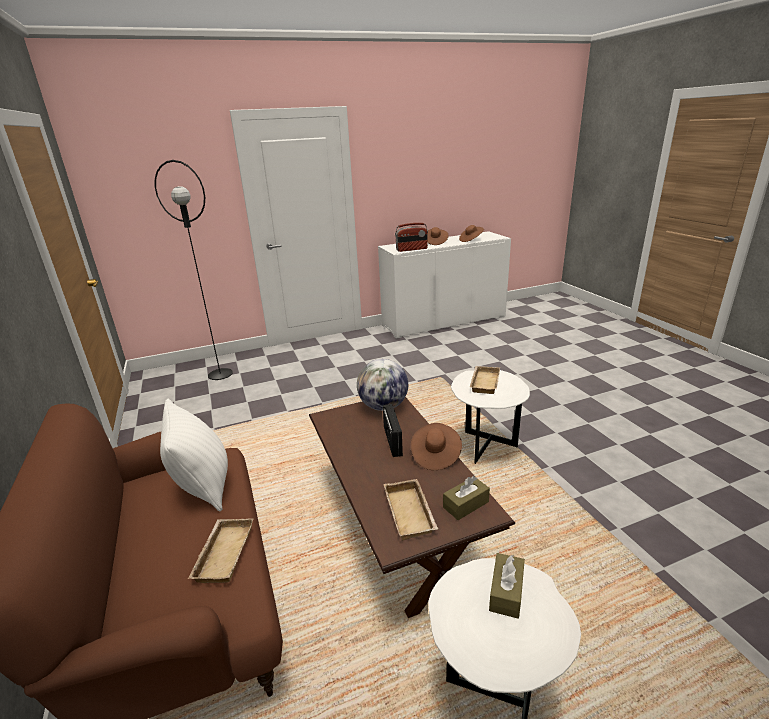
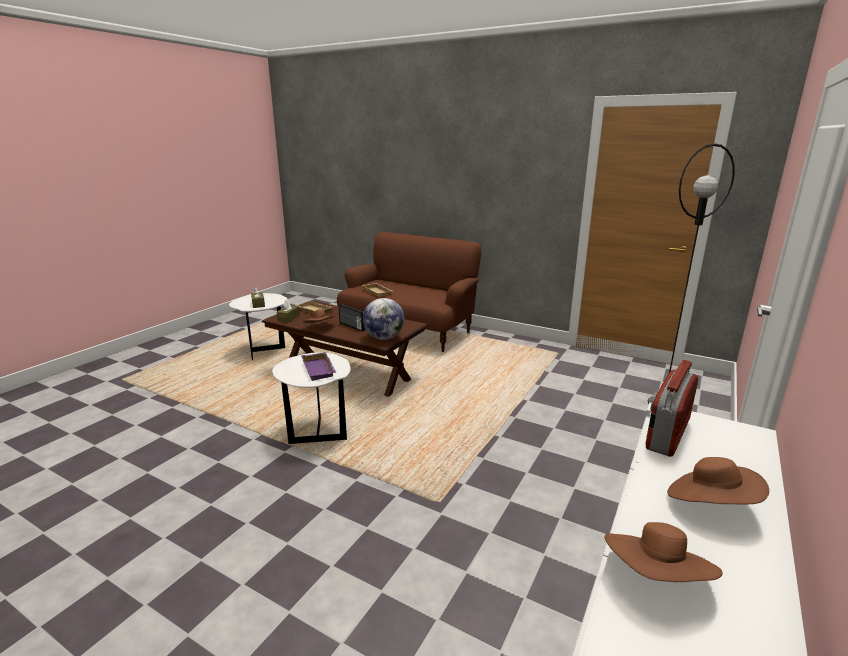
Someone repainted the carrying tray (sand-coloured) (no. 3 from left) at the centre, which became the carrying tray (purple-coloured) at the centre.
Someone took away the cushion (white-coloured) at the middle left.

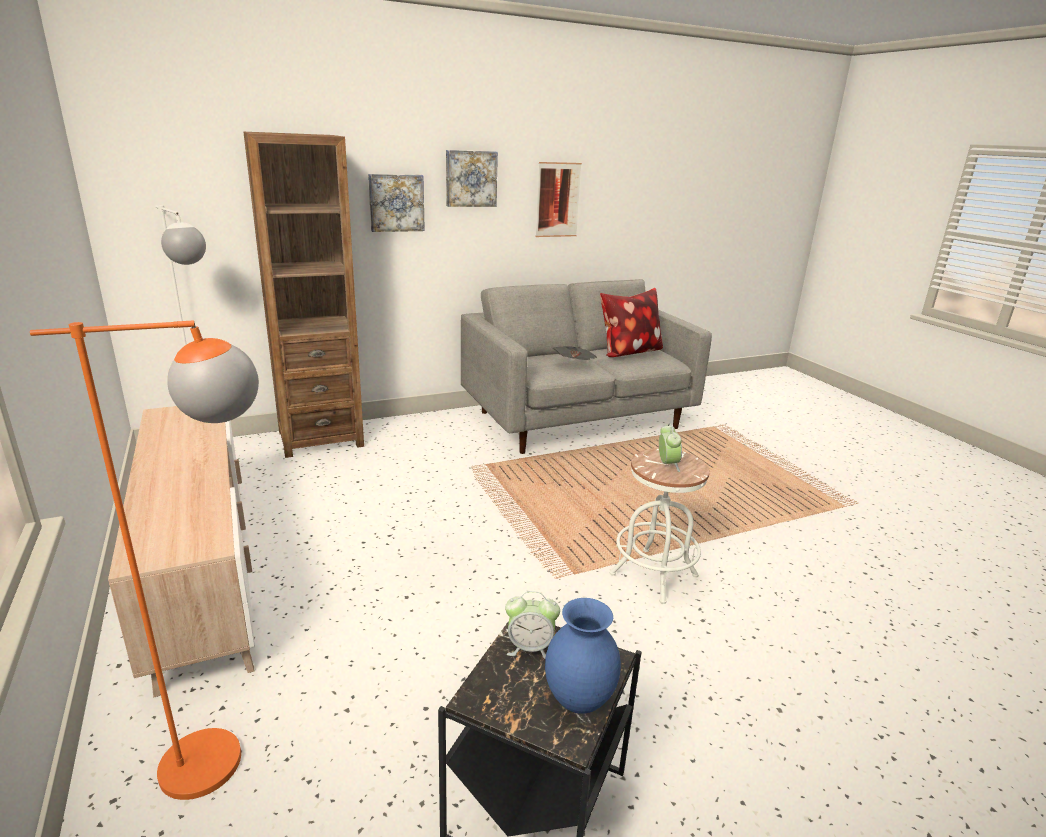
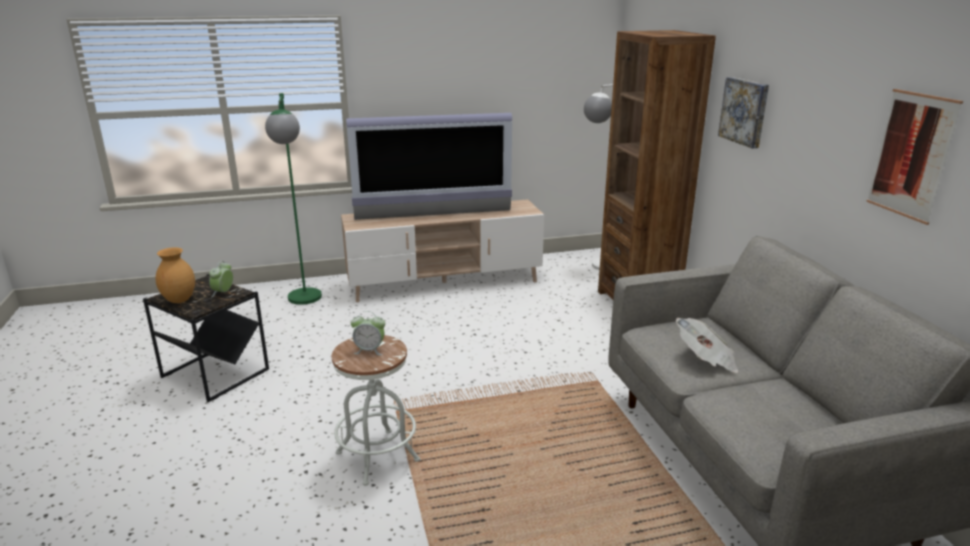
Someone repainted the flower vase (blue) at the bottom centre, which became the flower vase (brown-coloured) at the middle left.
Someone repainted the floor lamp (orange-coloured) at the bottom left, which became the floor lamp (green) at the middle left.
Someone put down the TV set at the top centre.
Someone took away the wall art (no. 2 from left) at the top centre.
Someone took away the cushion at the centre.

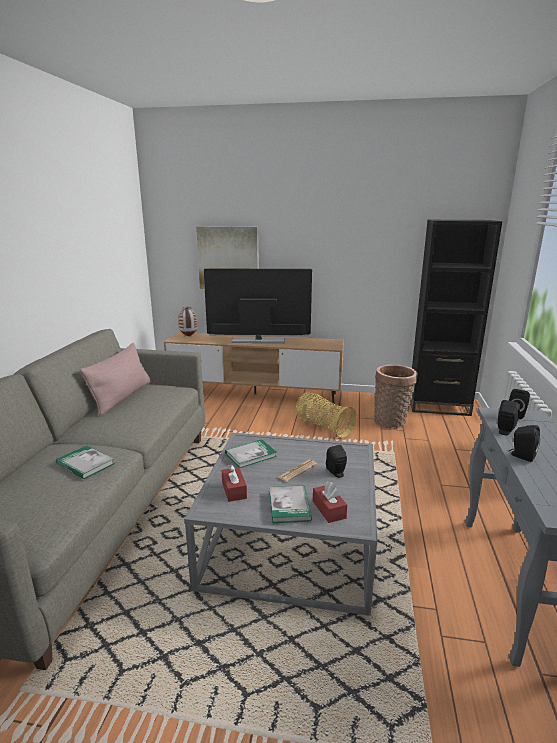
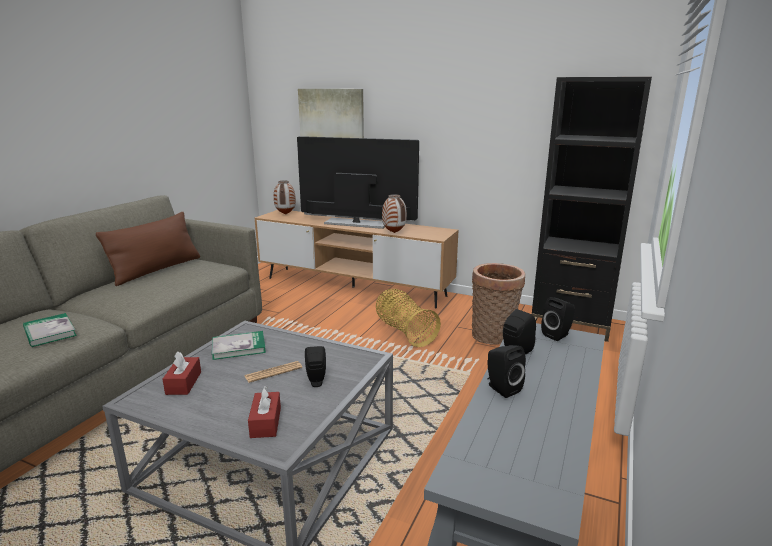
Someone repainted the cushion (pink) at the middle left, which became the cushion (brown-coloured) at the middle left.
Someone put down the flower vase (no. 2 from left) at the centre.
Someone took away the volume (no. 3 from left) at the bottom centre.

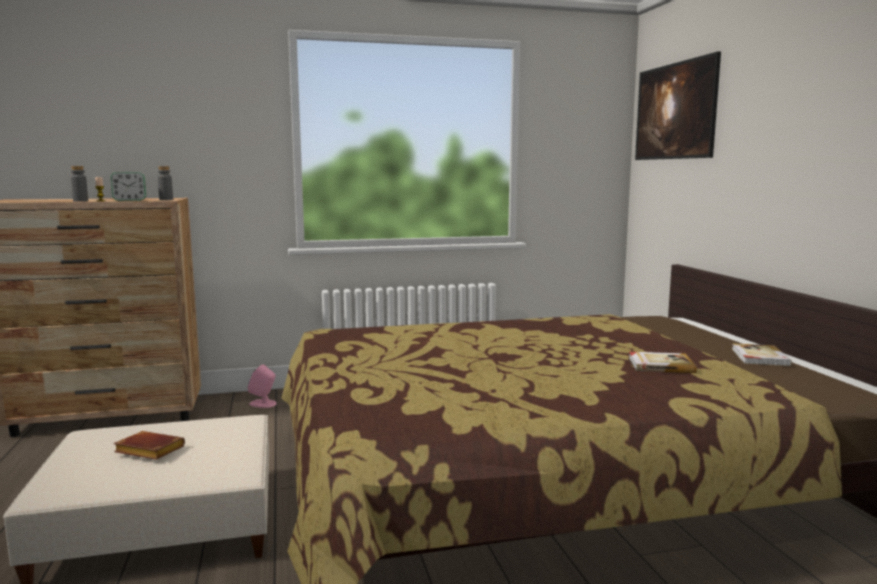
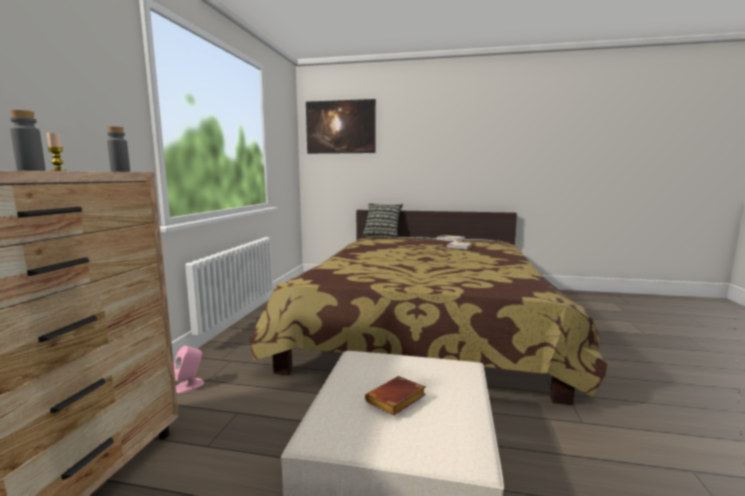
Someone put down the cushion at the centre.
Someone took away the bedside clock at the top left.

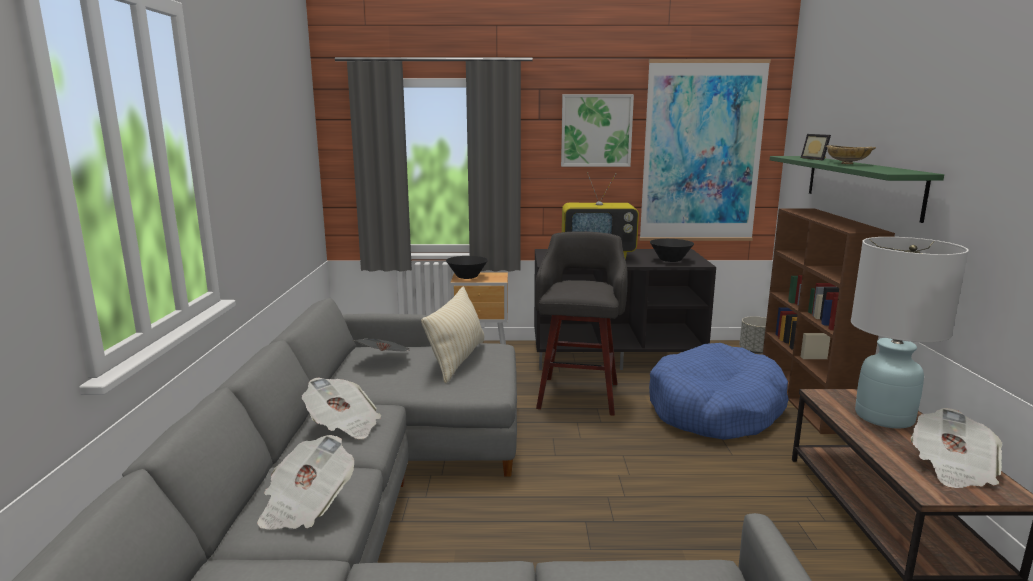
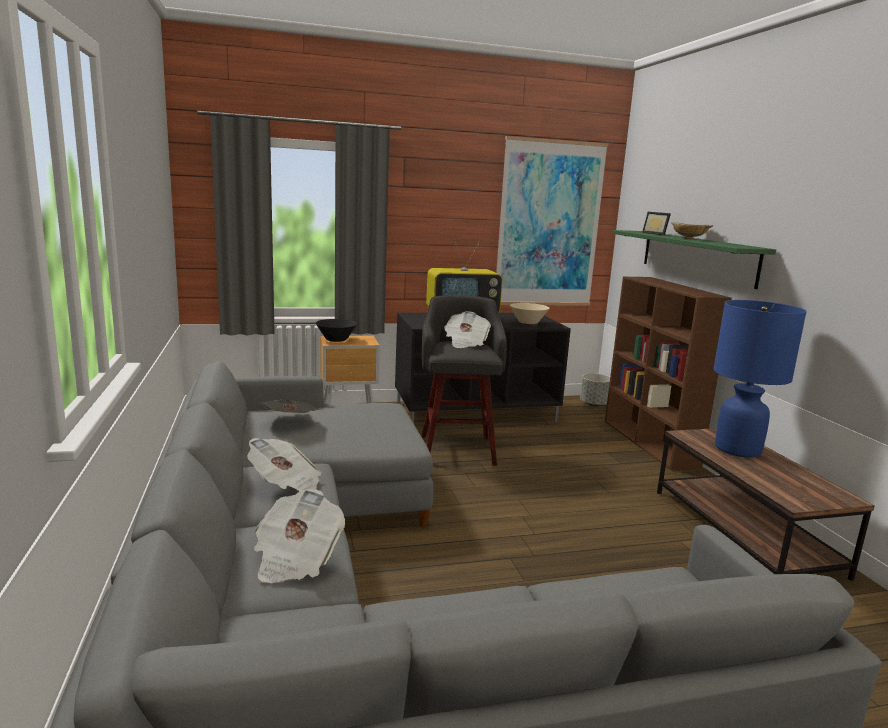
Someone carried the printed paper (no. 4 from left) from the bottom right to the centre.
Someone repainted the serving bowl (black-coloured) (no. 2 from left) at the centre, which became the serving bowl (sand-coloured) (no. 1 from left) at the centre.
Someone repainted the table lamp (white-coloured) at the middle right, which became the table lamp (blue) at the middle right.
Someone took away the cushion (sand-coloured) at the centre.
Someone took away the wall art (no. 1 from left) at the top centre.
Someone took away the pet bed (blue) at the bottom right.

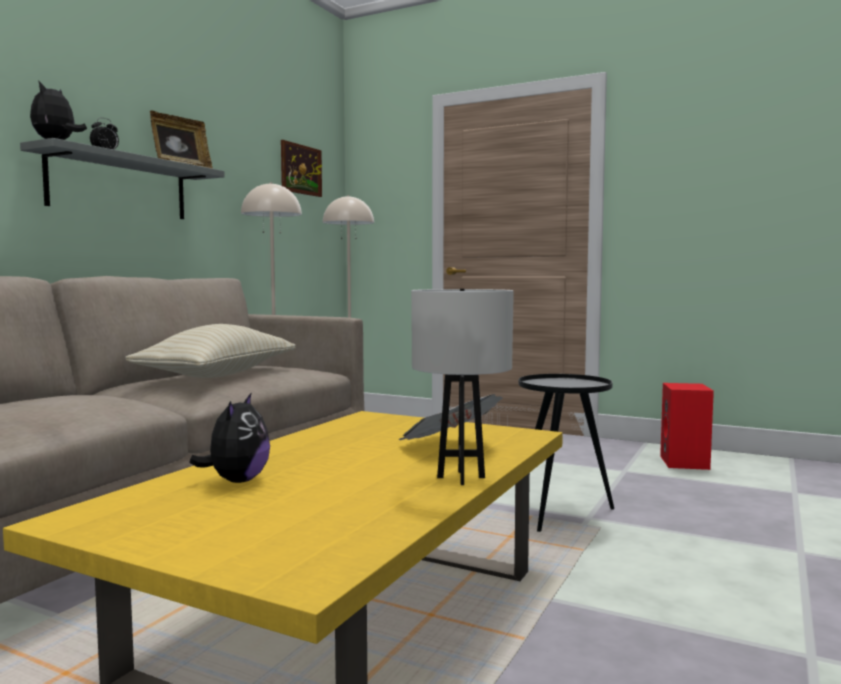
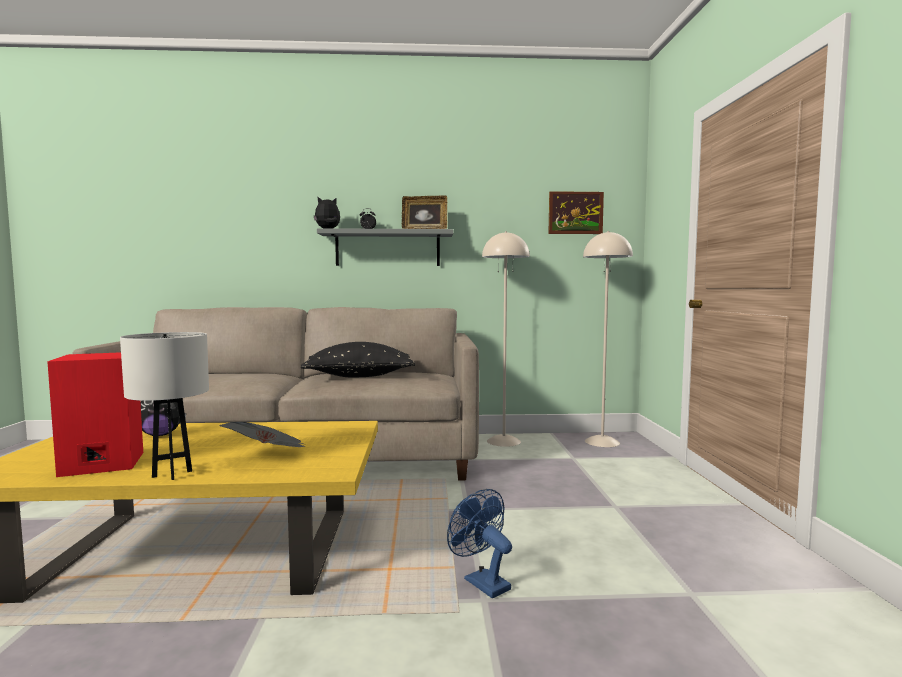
Someone carried the loudspeaker (red) from the middle right to the middle left.
Someone repainted the cushion (sand-coloured) at the middle left, which became the cushion (black-coloured) at the centre.
Someone swapped the side table (black-coloured) at the middle right for the cooling fan (blue) at the bottom centre.

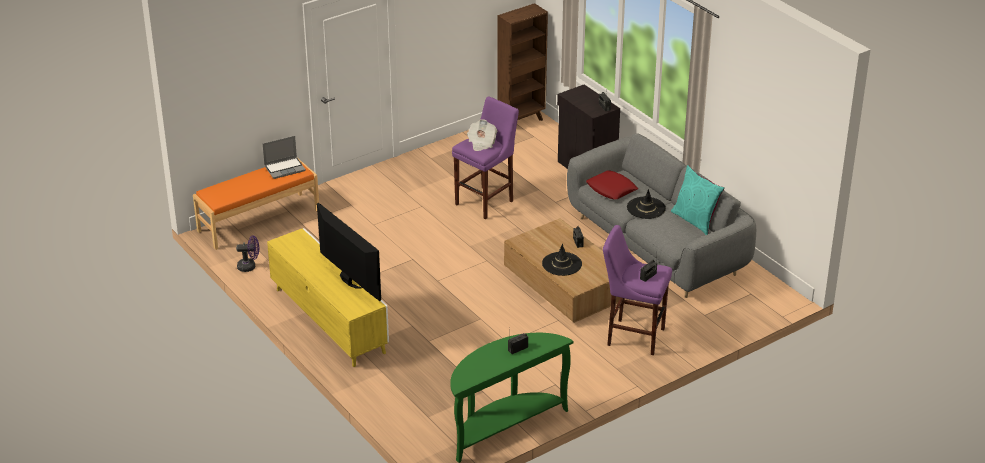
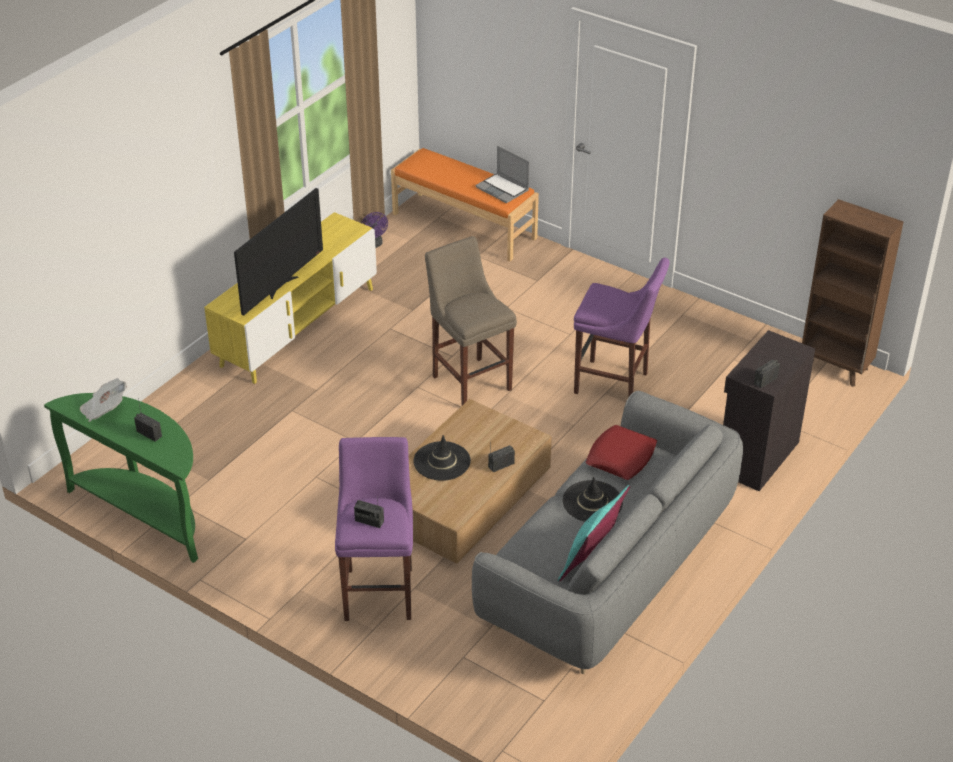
Someone carried the printed paper from the top centre to the middle left.
Someone put down the sitting stool (sand-coloured) at the centre.

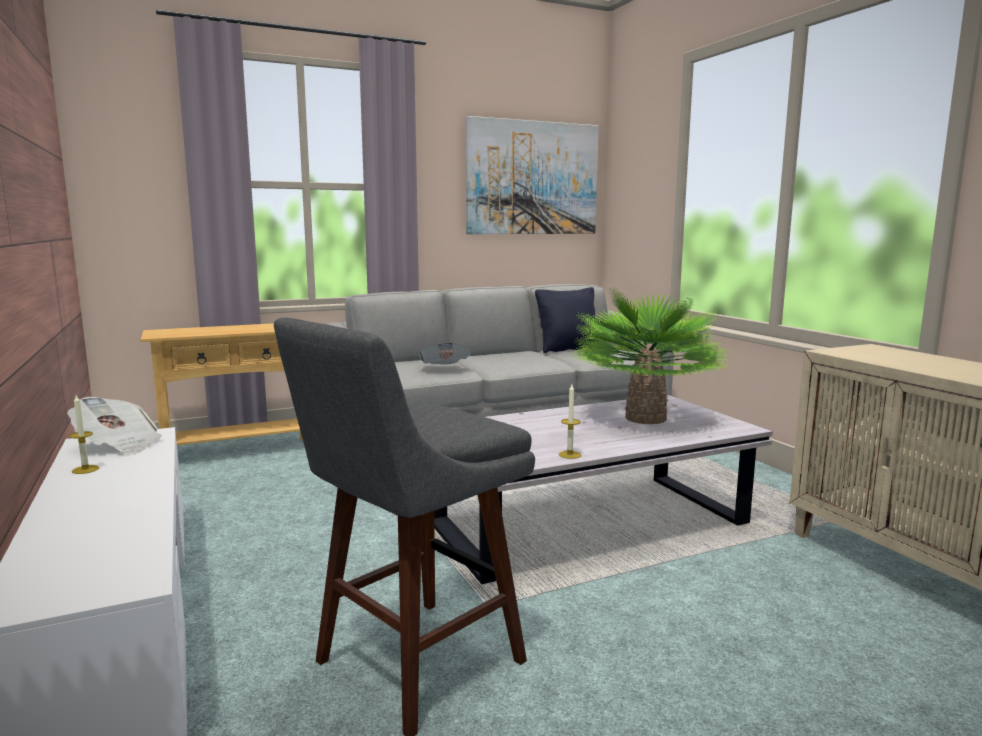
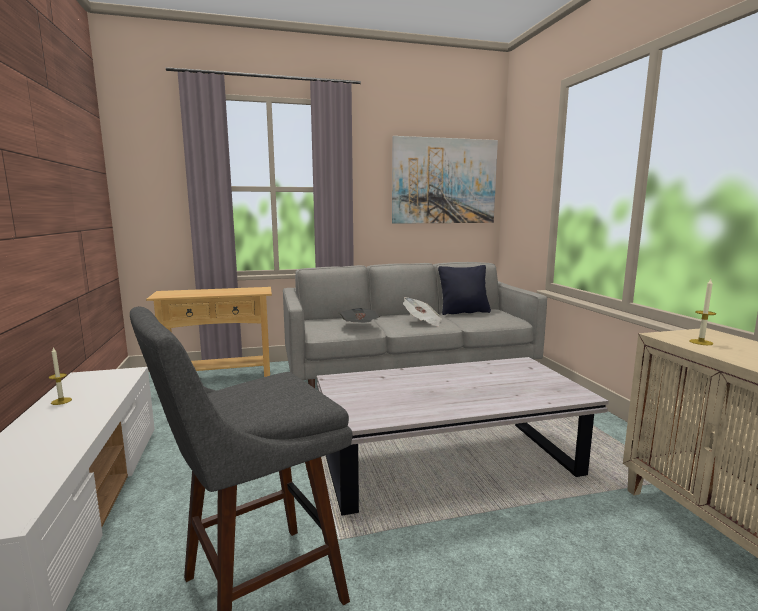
Someone carried the printed paper (no. 1 from left in the first image) from the middle left to the centre.
Someone carried the candle (no. 2 from left) from the centre to the middle right.
Someone took away the plant in a pot at the centre.

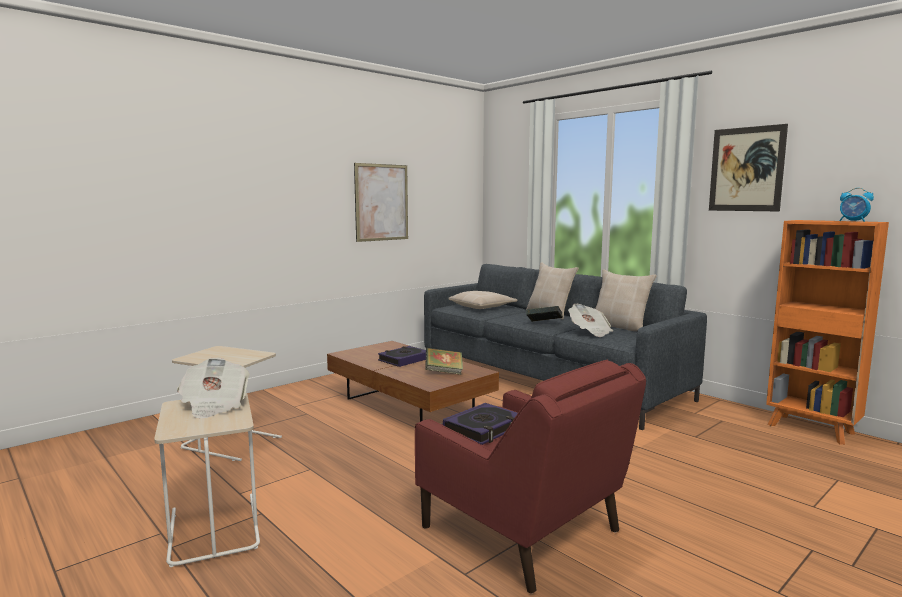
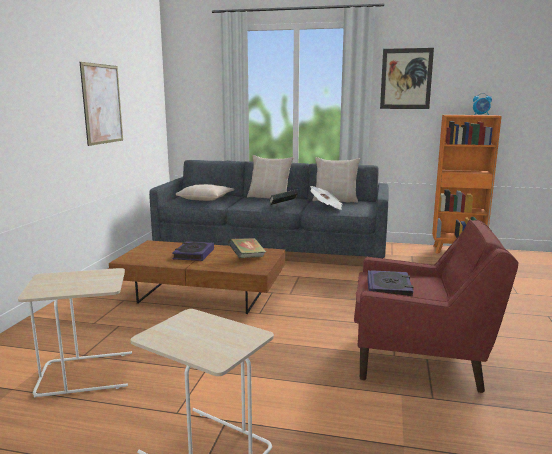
Someone took away the printed paper (no. 1 from left) at the middle left.

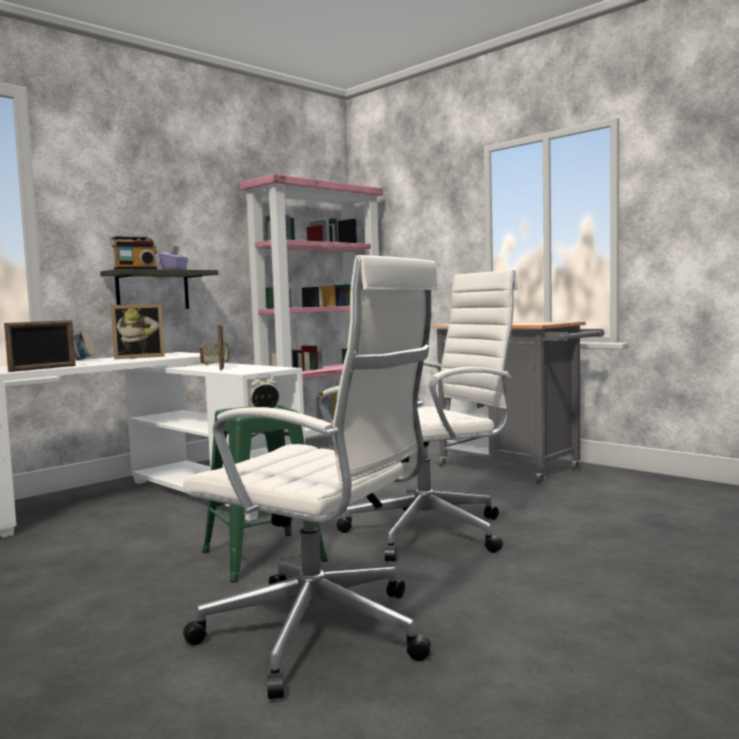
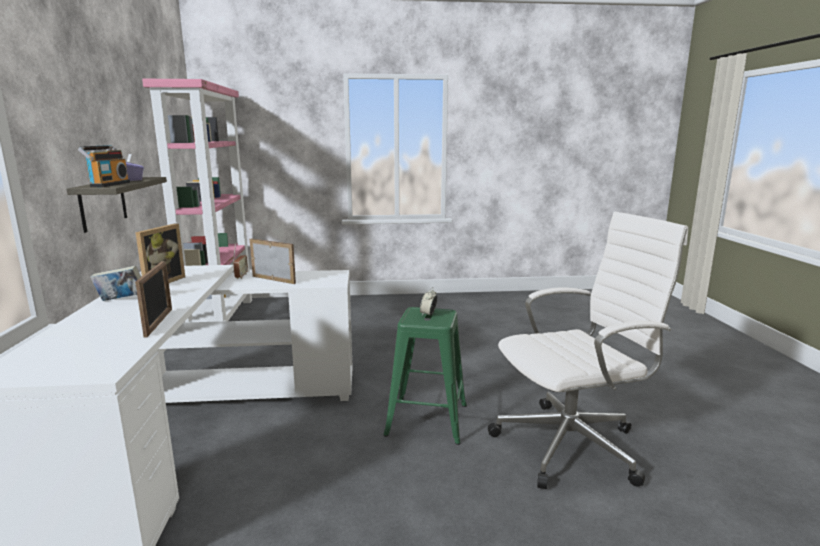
Someone took away the computer chair (white-coloured) (no. 2 from left) at the centre.
Someone took away the cart (grey) at the middle right.

